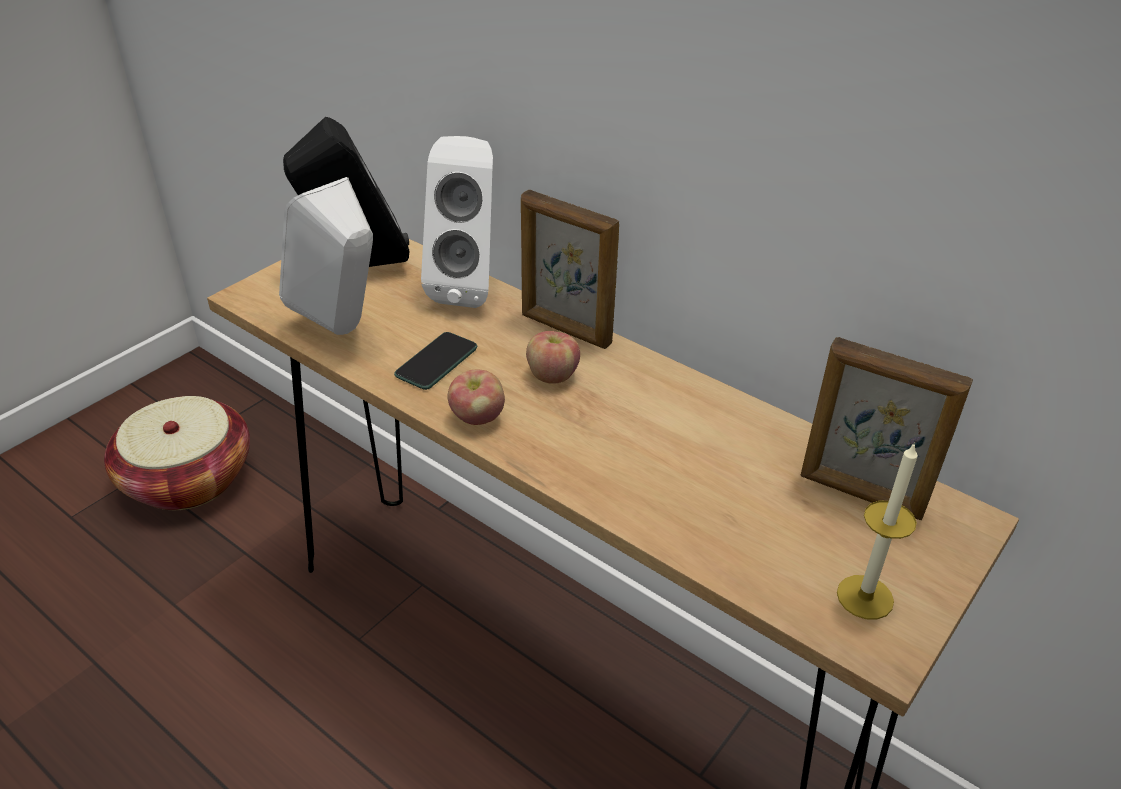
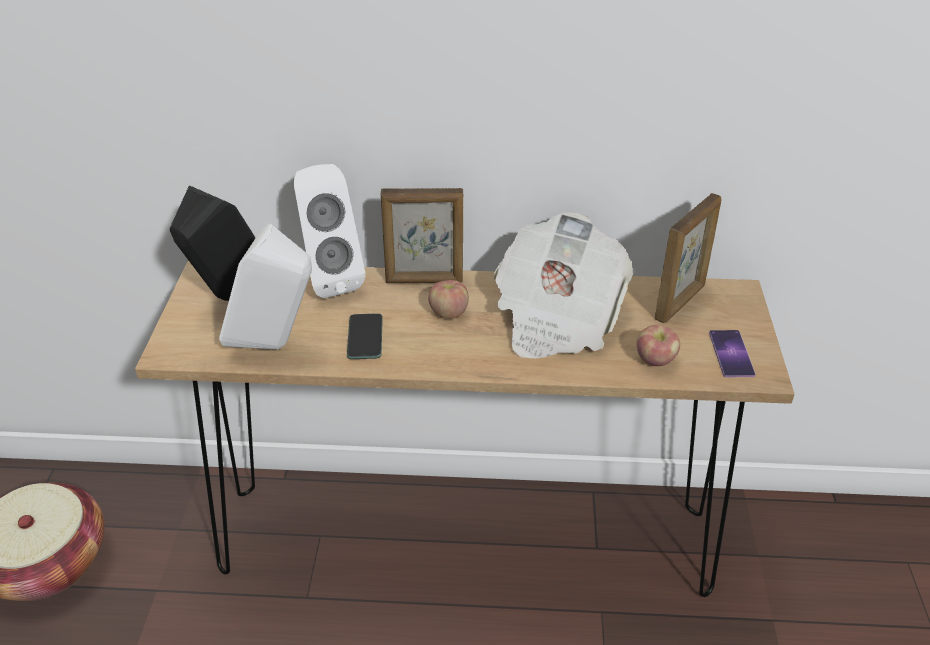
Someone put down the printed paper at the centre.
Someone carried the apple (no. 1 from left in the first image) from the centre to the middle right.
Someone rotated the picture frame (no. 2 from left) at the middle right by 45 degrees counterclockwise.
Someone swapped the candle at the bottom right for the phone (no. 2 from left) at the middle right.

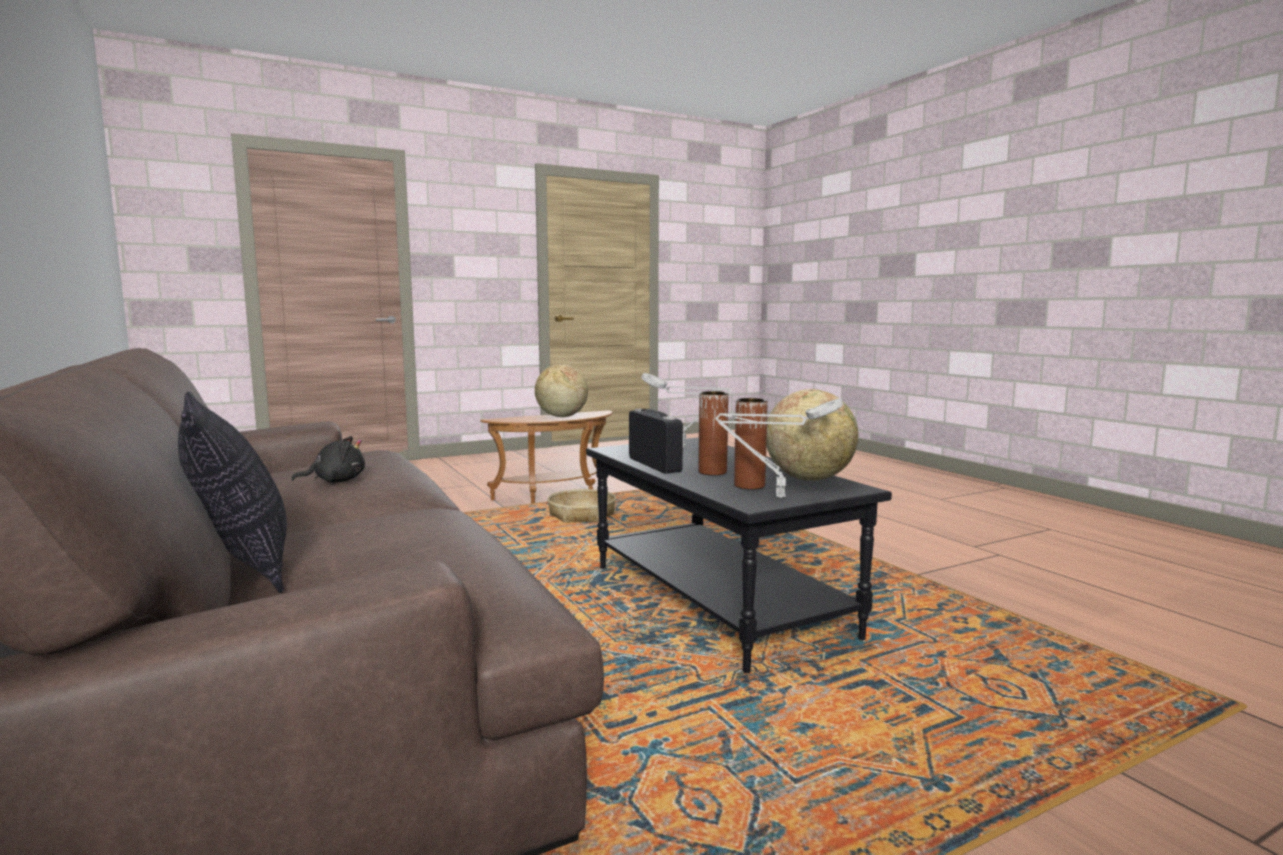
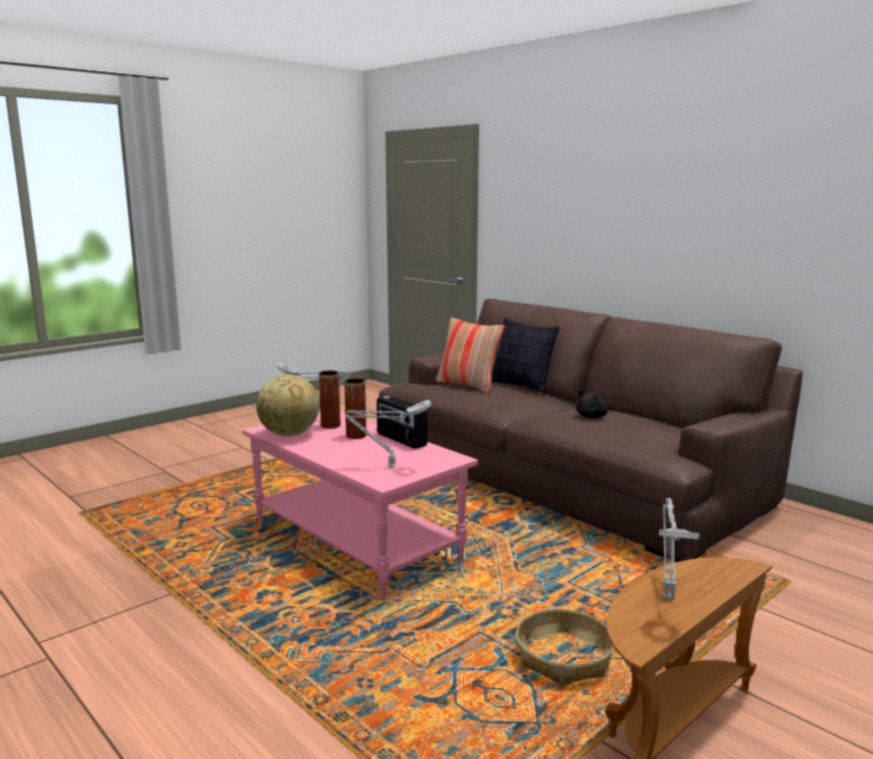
Someone repainted the lounge table (black-coloured) at the centre, which became the lounge table (pink) at the centre.
Someone put down the cushion (no. 1 from left) at the centre.
Someone swapped the desk globe (no. 1 from left) at the centre for the table lamp (grey) (no. 3 from left) at the bottom right.

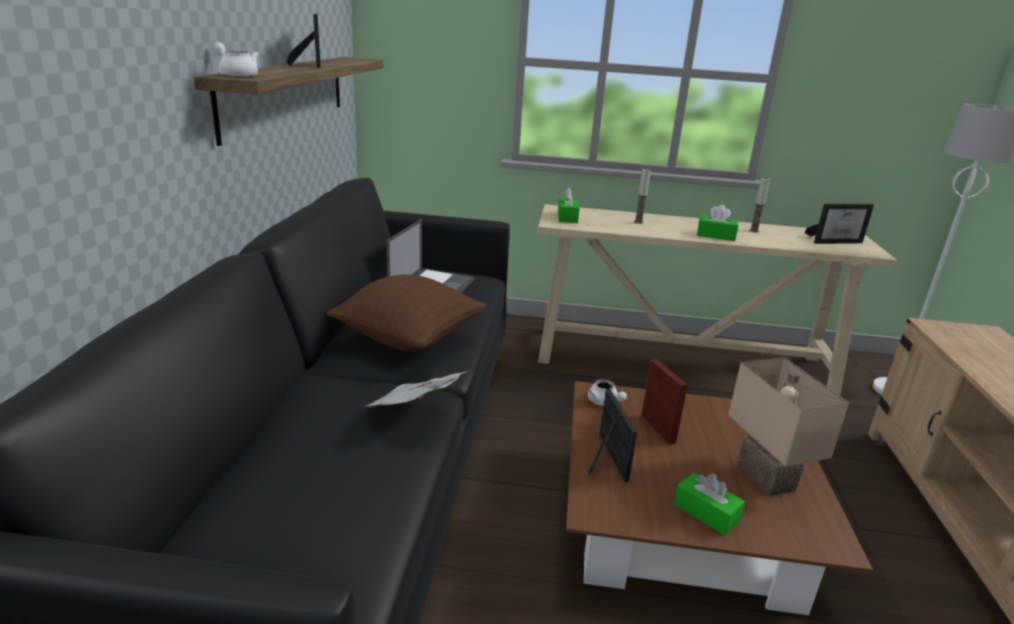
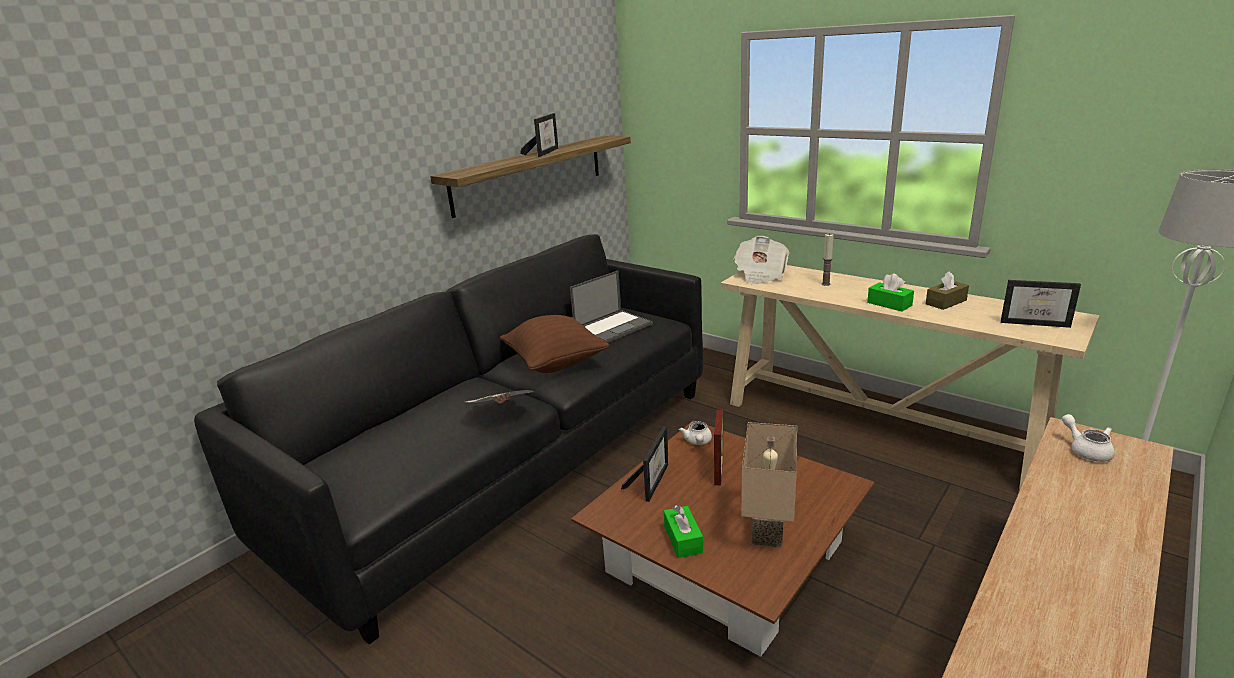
Someone swapped the tissue box (green) (no. 1 from left) at the top centre for the printed paper (no. 2 from left) at the centre.
Someone swapped the candle (no. 2 from left) at the top right for the tissue box (brown-coloured) at the middle right.
Someone carried the teapot (white-coloured) (no. 1 from left in the first image) from the top left to the middle right.

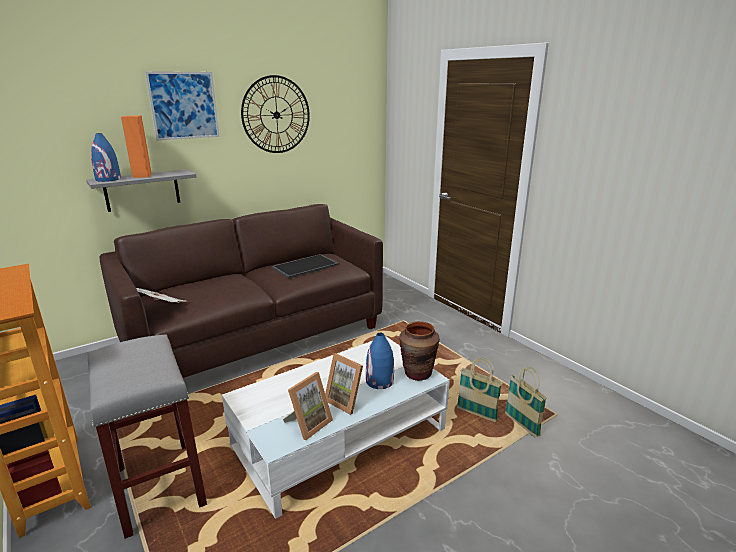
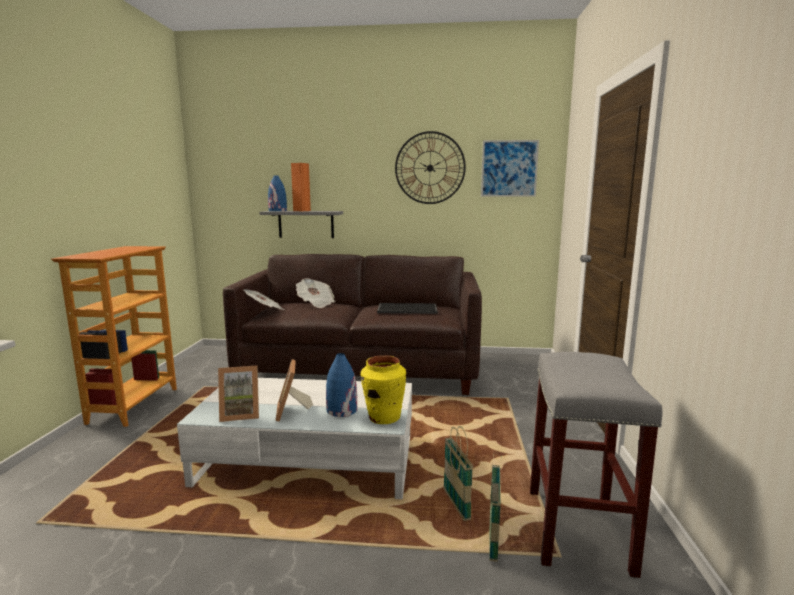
Someone put down the printed paper (no. 2 from left) at the centre.
Someone repainted the flower vase (brown-coloured) at the centre, which became the flower vase (yellow) at the centre.
Someone carried the wall art from the top left to the top centre.
Someone carried the sitting stool (grey) from the bottom left to the bottom right.

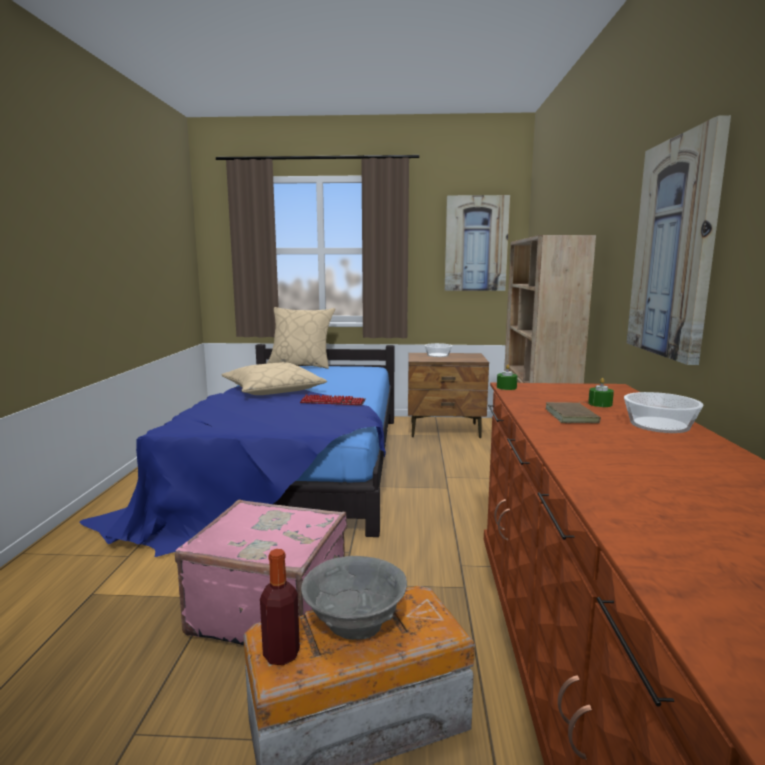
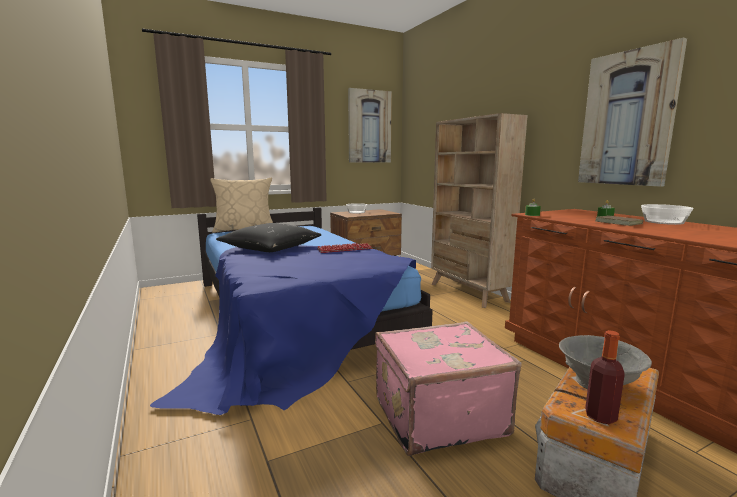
Someone repainted the cushion (sand-coloured) (no. 1 from left) at the centre, which became the cushion (black-coloured) at the centre.

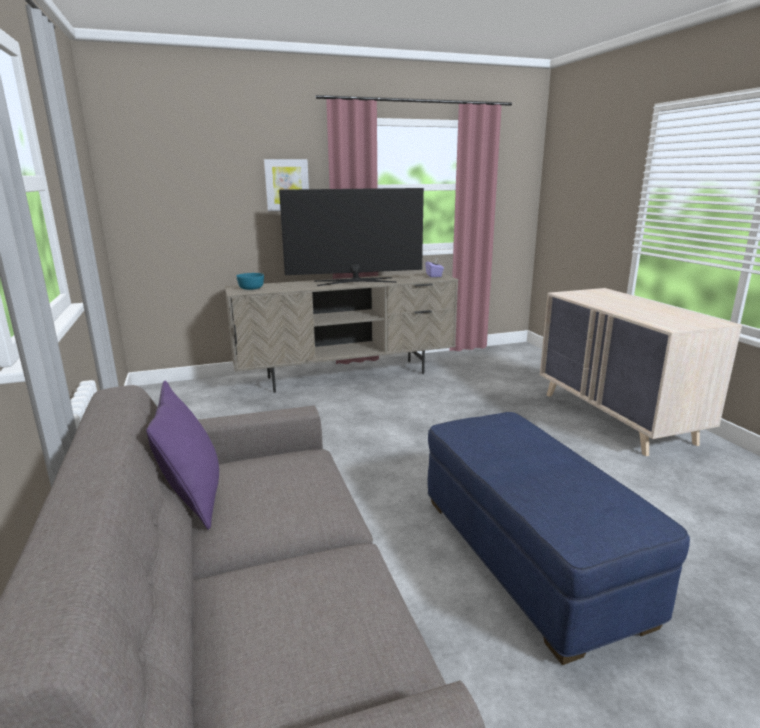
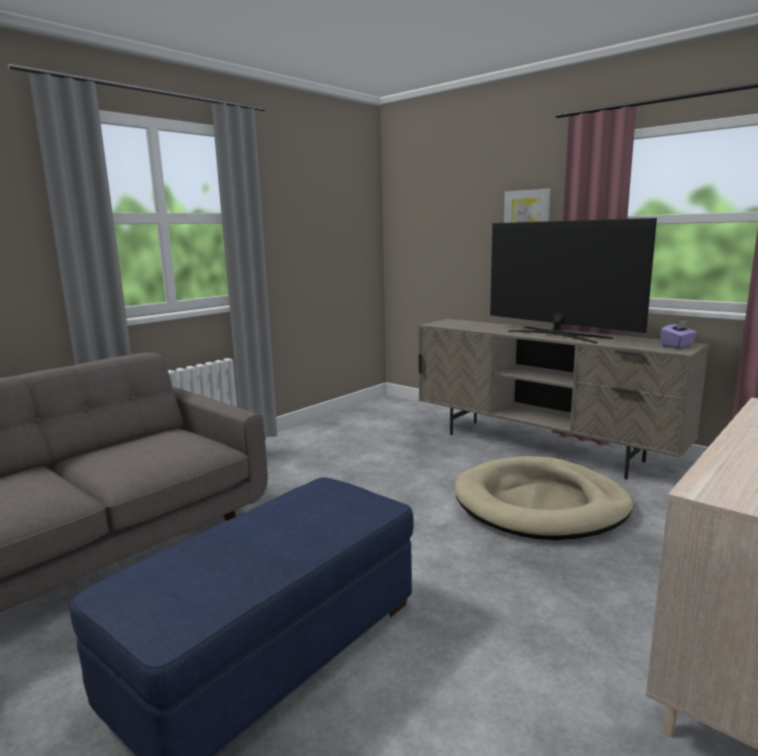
Someone put down the pet bed (sand-coloured) at the middle right.
Someone took away the cushion (purple-coloured) at the middle left.
Someone took away the serving bowl (turquoise-coloured) at the middle left.

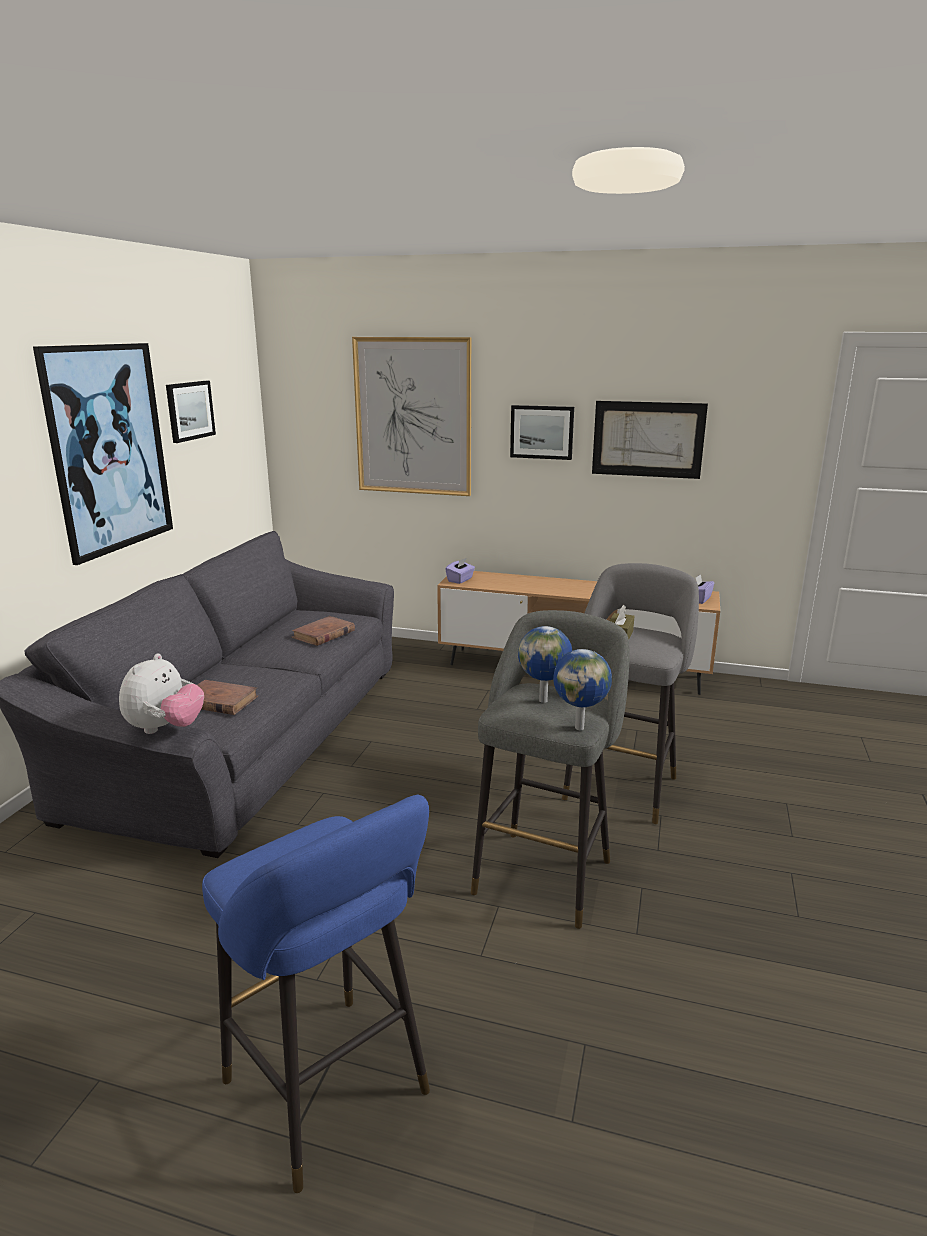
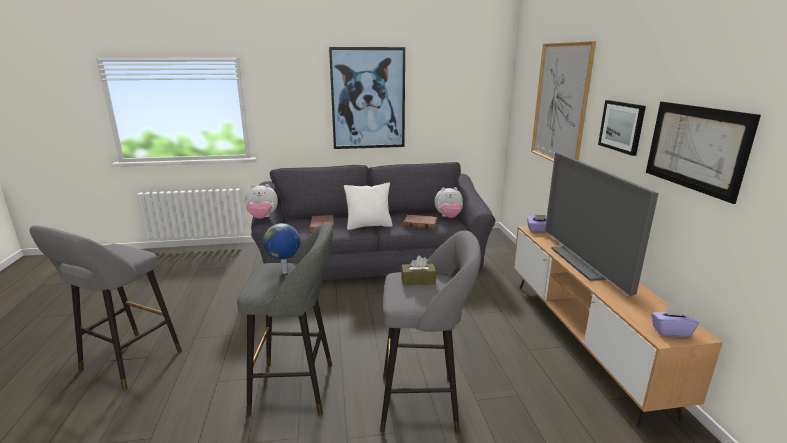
Someone repainted the sitting stool (blue) at the bottom centre, which became the sitting stool (grey) (no. 1 from left) at the bottom left.
Someone put down the cushion (white-coloured) at the centre.
Someone put down the plush toy (no. 2 from left) at the centre.
Someone put down the TV set at the middle right.
Someone took away the wall art (no. 2 from left) at the middle left.
Someone took away the desk globe (no. 2 from left) at the centre.

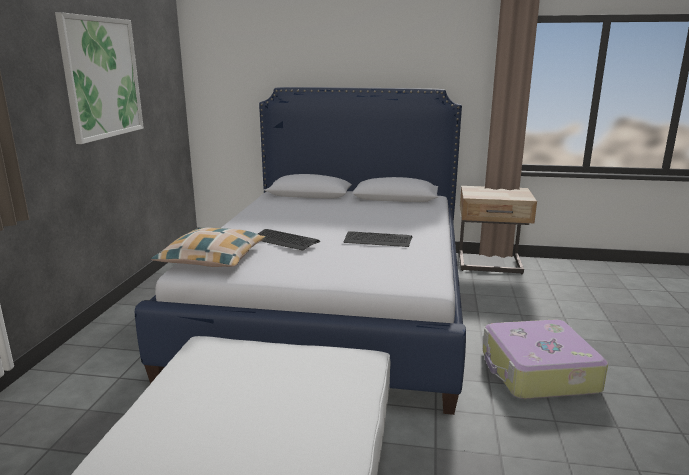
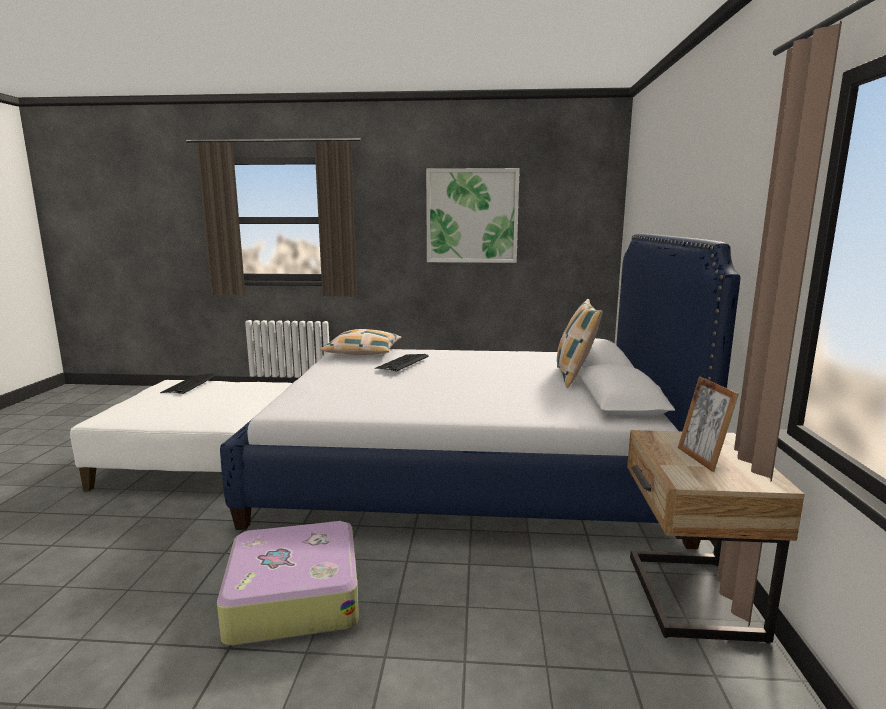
Someone carried the computer keyboard (no. 2 from left in the first image) from the centre to the middle left.
Someone put down the cushion (no. 2 from left) at the centre.
Someone put down the picture frame at the middle right.

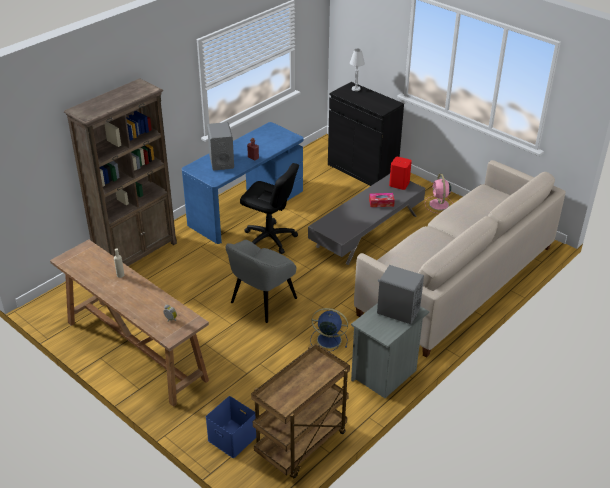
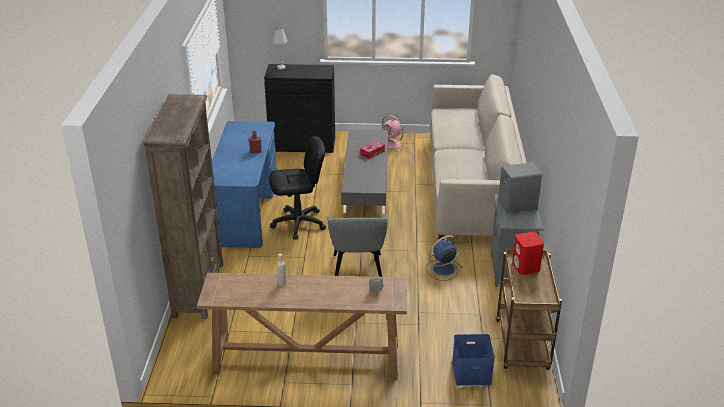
Someone carried the loudspeaker (red) from the centre to the middle right.
Someone took away the loudspeaker (grey) (no. 1 from left) at the top centre.

